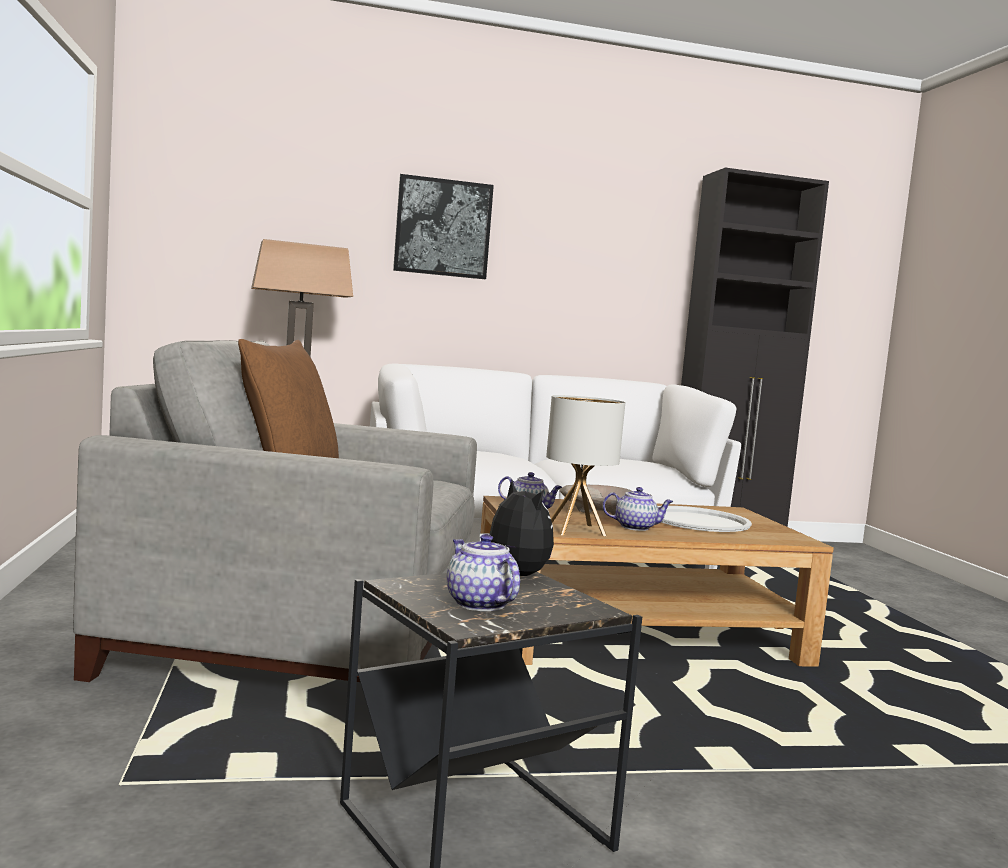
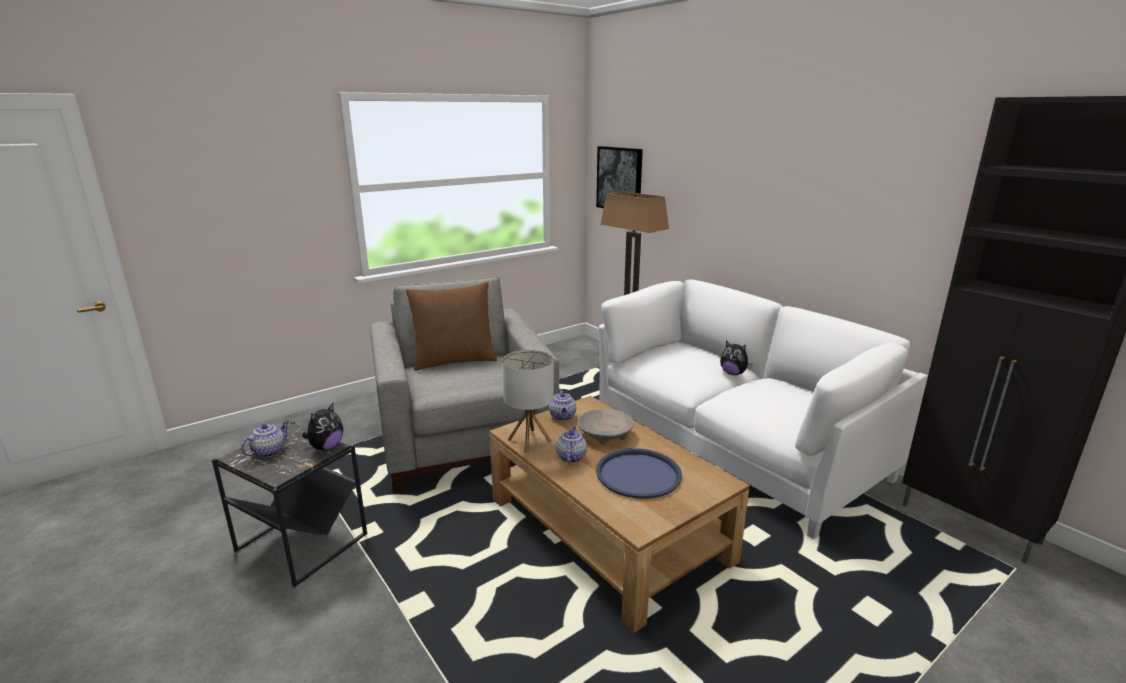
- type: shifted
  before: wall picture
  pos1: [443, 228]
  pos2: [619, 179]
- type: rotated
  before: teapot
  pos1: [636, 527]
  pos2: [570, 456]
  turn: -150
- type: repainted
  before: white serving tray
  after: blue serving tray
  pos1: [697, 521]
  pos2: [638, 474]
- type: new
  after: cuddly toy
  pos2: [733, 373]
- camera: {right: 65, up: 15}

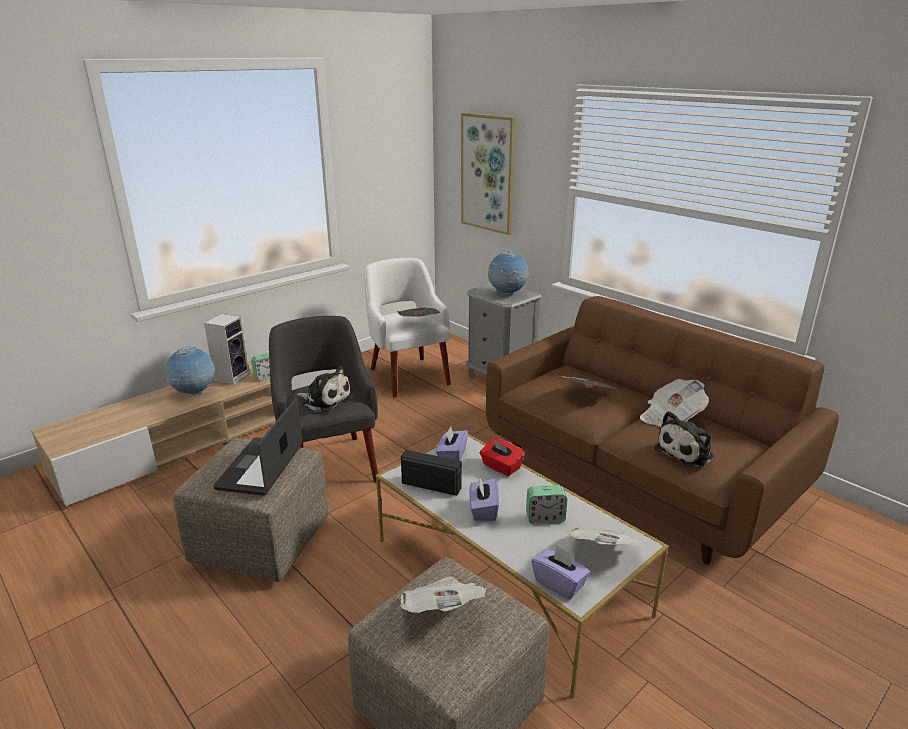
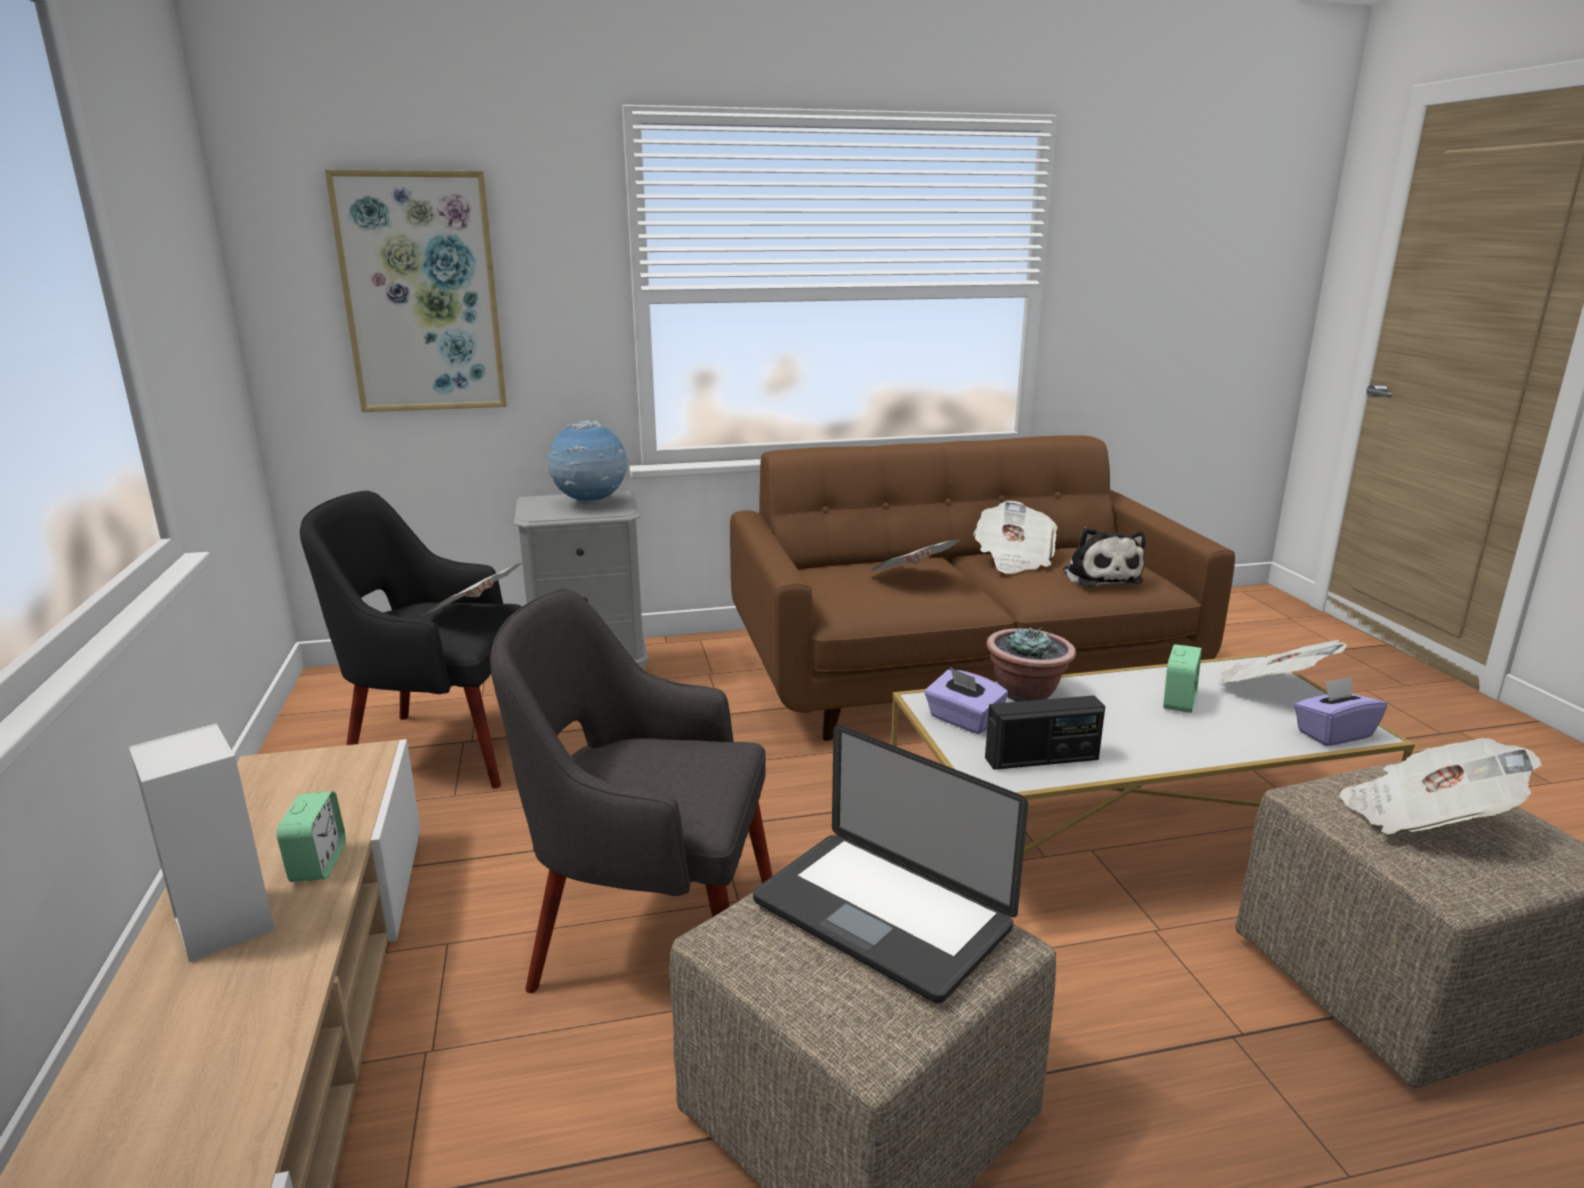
- type: gone
  before: world globe
  pos1: [194, 393]
- type: gone
  before: cuddly toy
  pos1: [325, 400]
- type: repainted
  before: white easy chair
  after: black easy chair
  pos1: [408, 376]
  pos2: [442, 749]
- type: rotated
  before: radio set
  pos1: [431, 485]
  pos2: [1042, 759]
  turn: -150
- type: gone
  before: purplish tissue box
  pos1: [483, 510]
- type: swapped
  before: red-coloured tissue box
  after: houseplant
  pos1: [501, 467]
  pos2: [1026, 694]
- camera: {right: -60, up: -5}

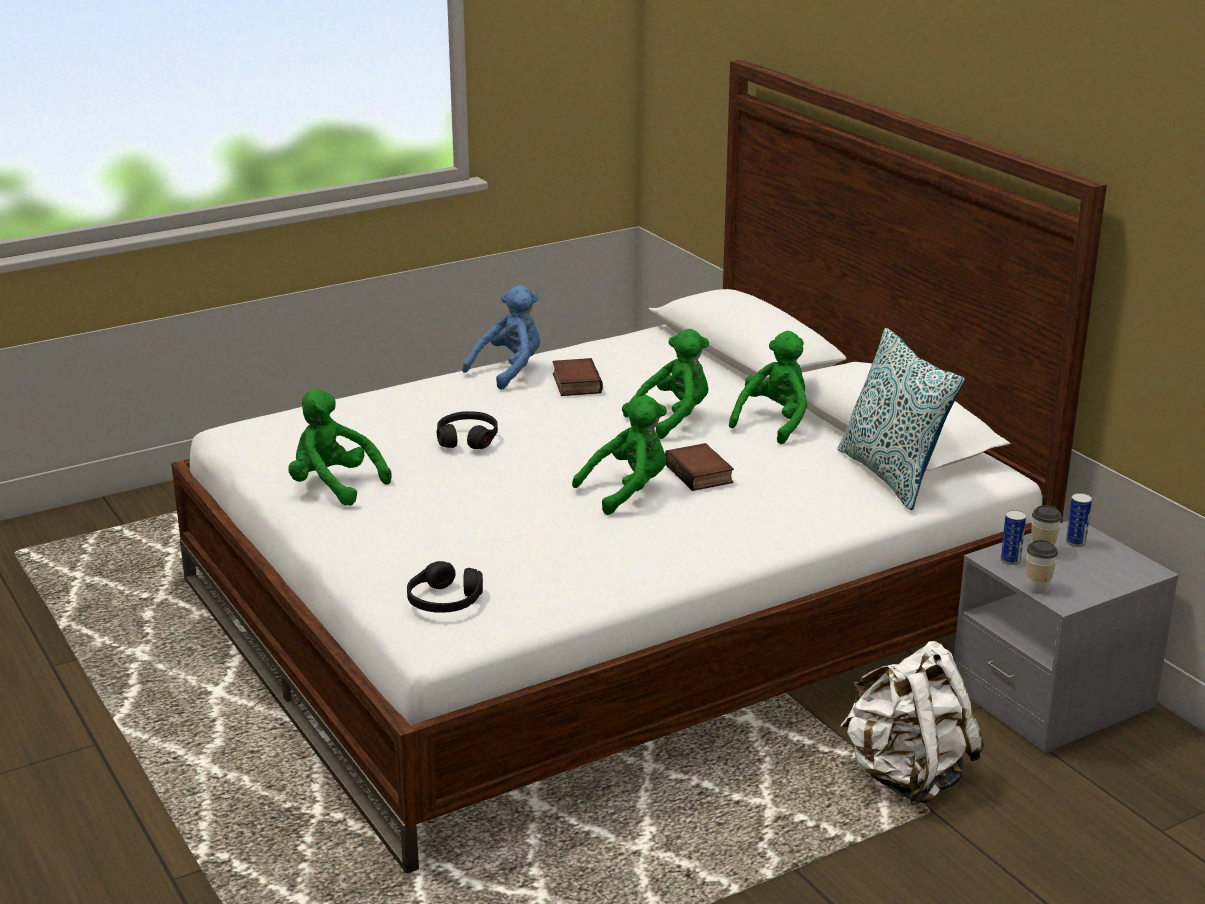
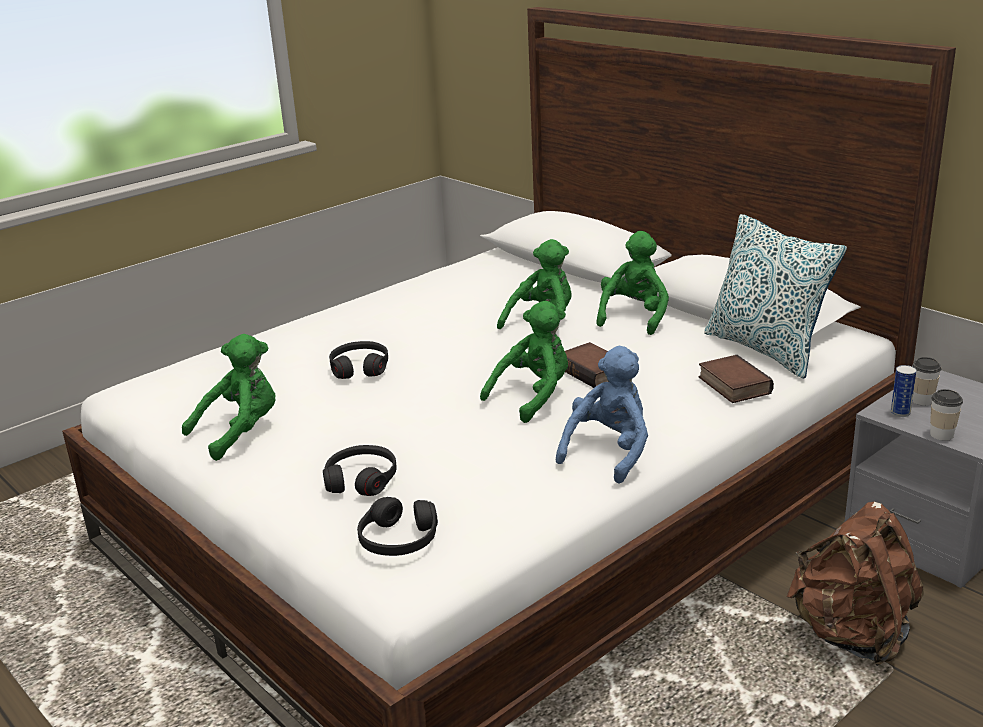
- type: rotated
  before: green-coloured cuddly toy
  pos1: [333, 486]
  pos2: [241, 432]
  turn: 120
- type: shifted
  before: blue cuddly toy
  pos1: [509, 371]
  pos2: [609, 452]
- type: shifted
  before: book
  pos1: [574, 383]
  pos2: [732, 385]
- type: repainted
  before: white backpack
  after: brown backpack
  pos1: [906, 777]
  pos2: [851, 634]
- type: gone
  before: sealed can
  pos1: [1075, 542]
- type: new
  after: black headset
  pos2: [361, 480]
- camera: {right: -10, up: 0}

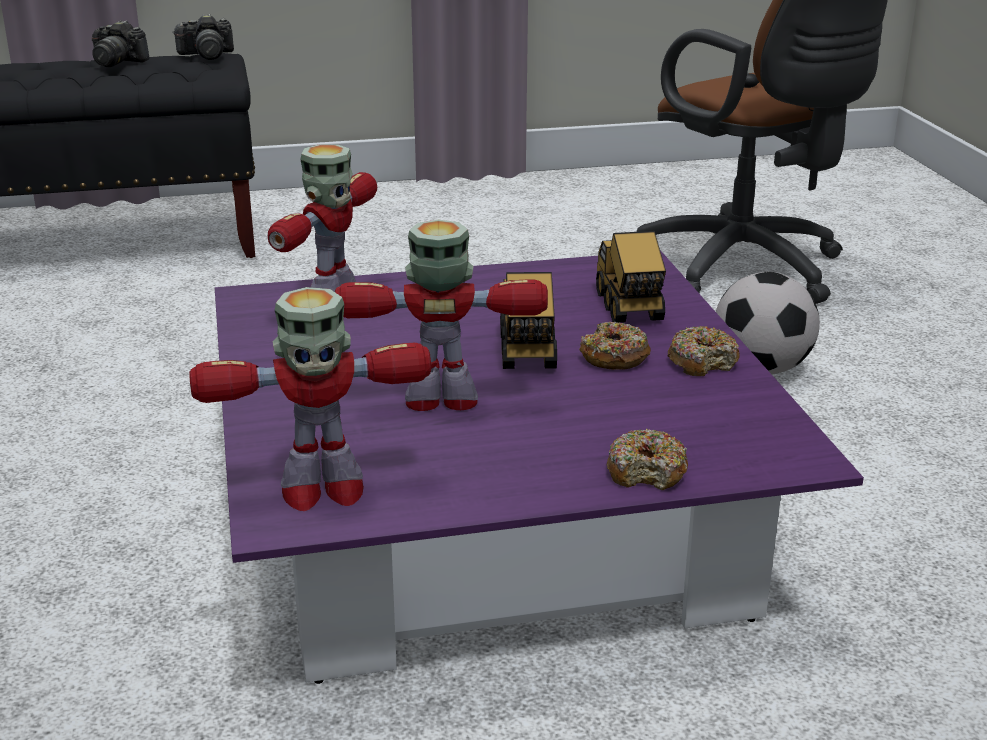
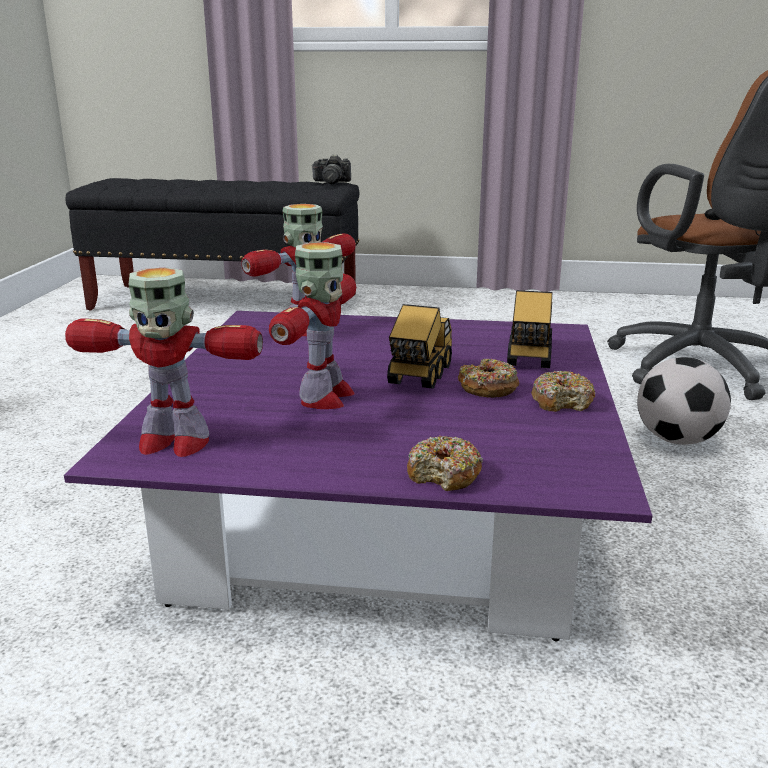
- type: gone
  before: photo camera
  pos1: [117, 62]
- type: rotated
  before: robot figure
  pos1: [443, 400]
  pos2: [324, 398]
  turn: 90
- camera: {right: 20, up: -5}

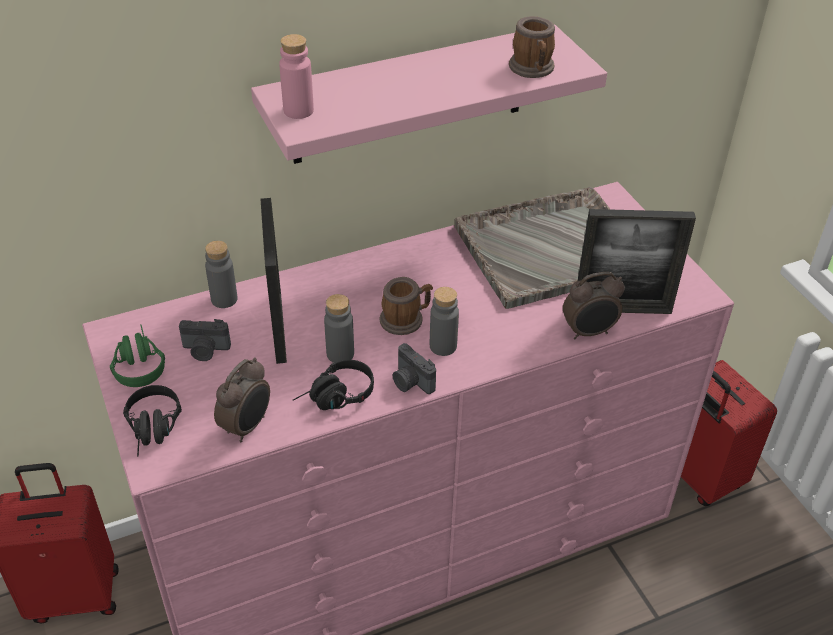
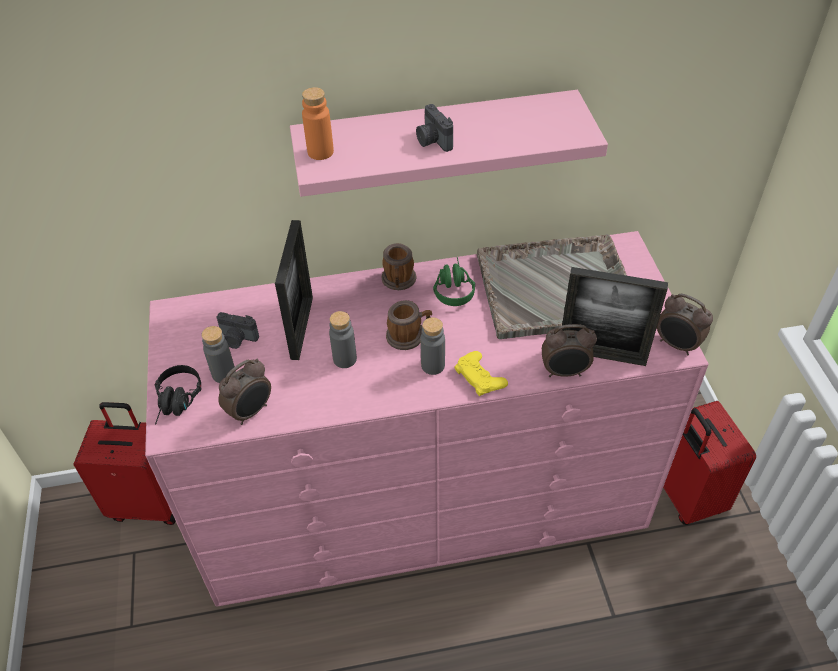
- type: shifted
  before: green-coloured headset
  pos1: [138, 363]
  pos2: [452, 287]
- type: shifted
  before: greyish drink bottle
  pos1: [224, 299]
  pos2: [223, 374]
- type: repainted
  before: pink drink bottle
  after: orangey drink bottle
  pos1: [298, 110]
  pos2: [320, 152]
- type: gone
  before: black headset
  pos1: [335, 398]
- type: shifted
  before: photo camera
  pos1: [410, 382]
  pos2: [432, 141]
- type: shifted
  before: coffee mug
  pos1: [533, 69]
  pos2: [398, 281]
- type: new
  after: yellow game controller
  pos2: [480, 377]
- type: new
  after: alarm clock
  pos2: [676, 345]
- camera: {right: 15, up: 5}

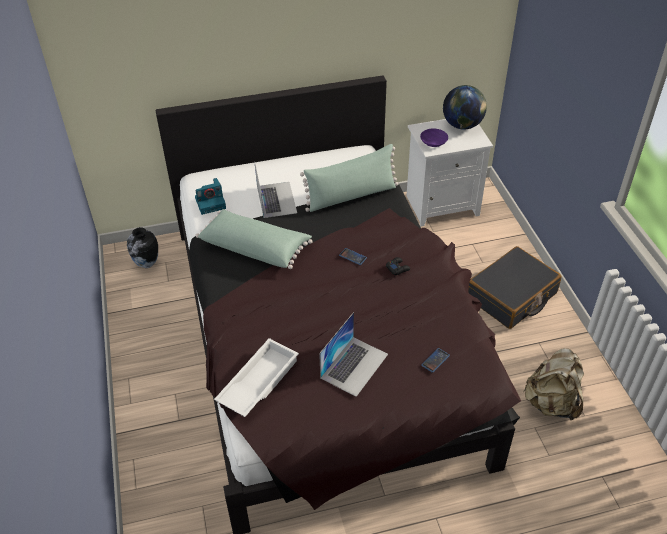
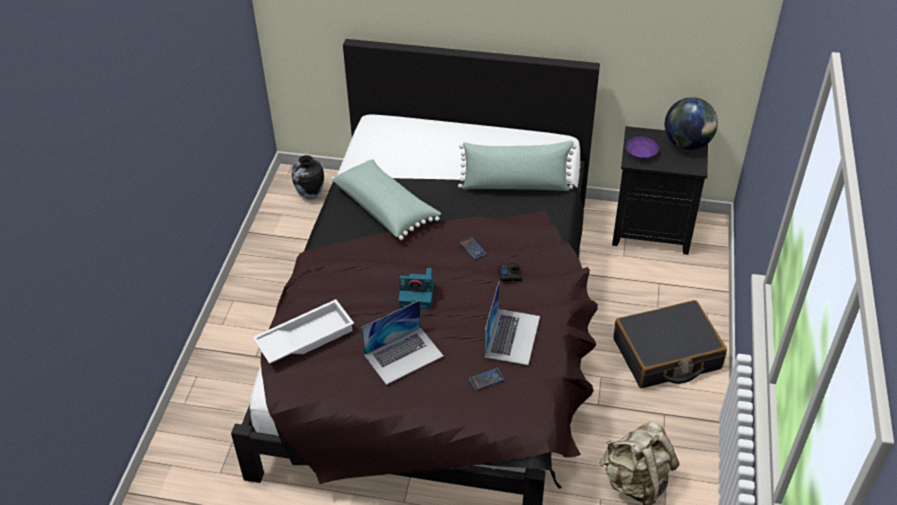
- type: shifted
  before: photo camera
  pos1: [211, 202]
  pos2: [417, 294]
- type: shifted
  before: portable computer
  pos1: [276, 199]
  pos2: [512, 336]
- type: repainted
  before: white bedside table
  after: black bedside table
  pos1: [442, 204]
  pos2: [652, 229]
- camera: {right: 25, up: 0}

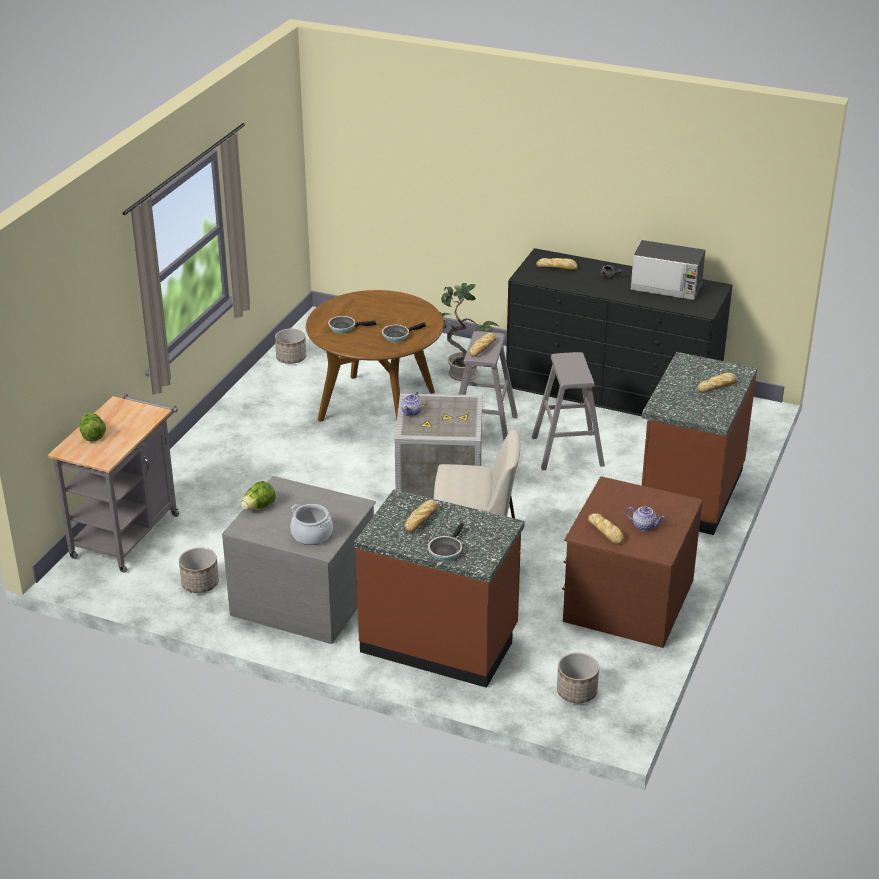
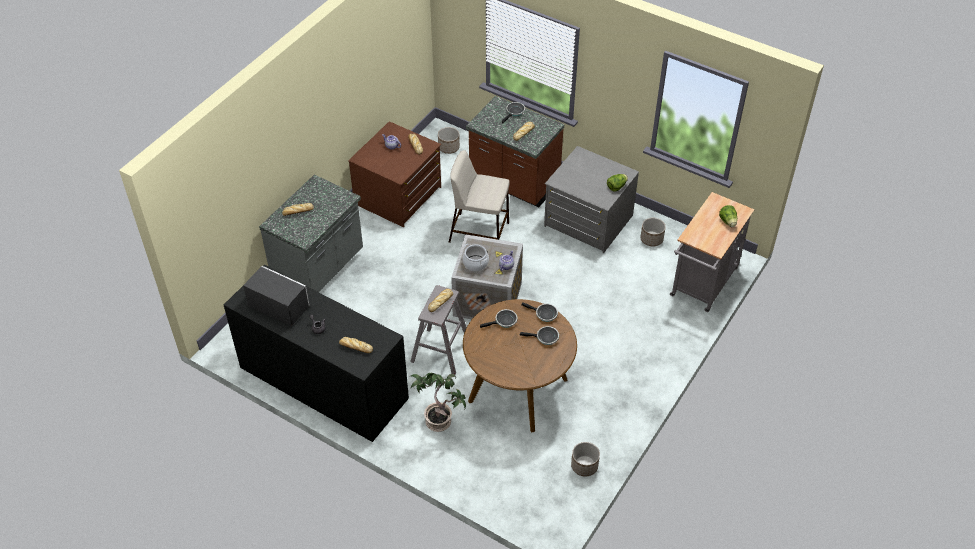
- type: shifted
  before: stockpot
  pos1: [312, 535]
  pos2: [475, 263]
- type: gone
  before: greyish stool seat
  pos1: [567, 451]
- type: repainted
  before: brown counter
  after: greyish counter
  pos1: [689, 492]
  pos2: [320, 269]
- type: new
  after: skillet
  pos2: [544, 314]
- camera: {right: -170, up: 15}

